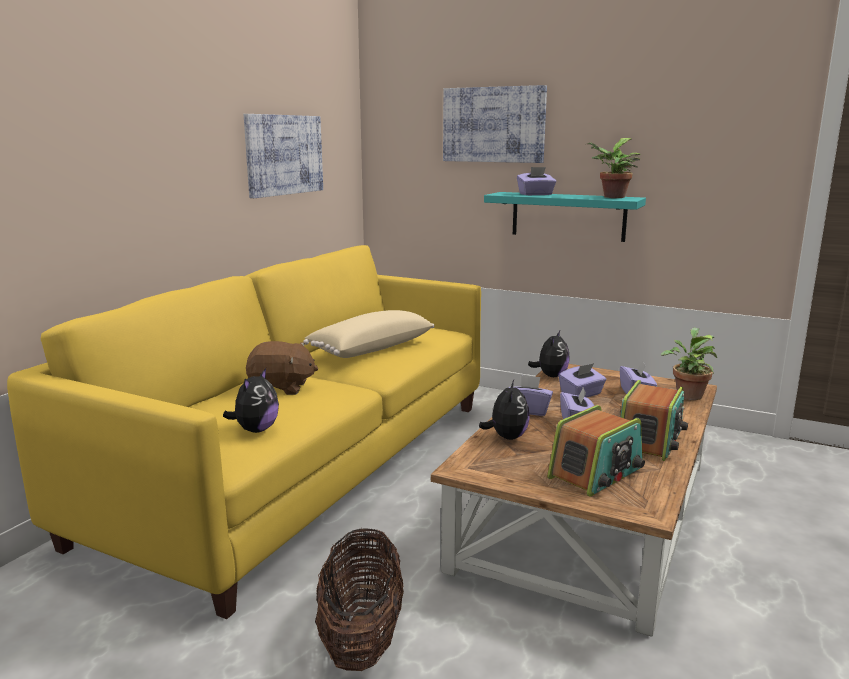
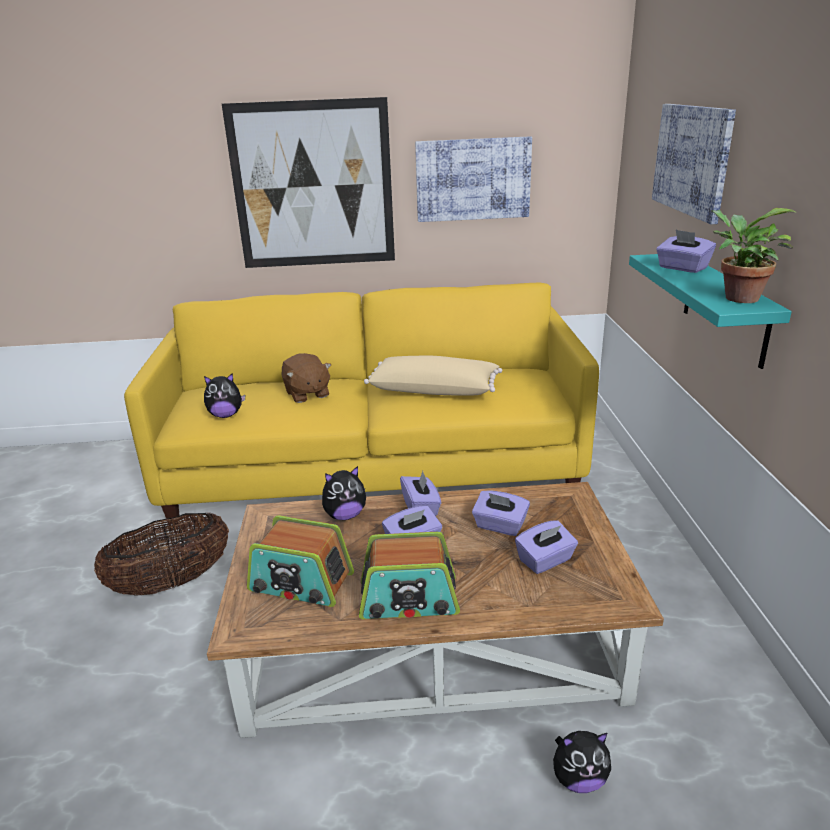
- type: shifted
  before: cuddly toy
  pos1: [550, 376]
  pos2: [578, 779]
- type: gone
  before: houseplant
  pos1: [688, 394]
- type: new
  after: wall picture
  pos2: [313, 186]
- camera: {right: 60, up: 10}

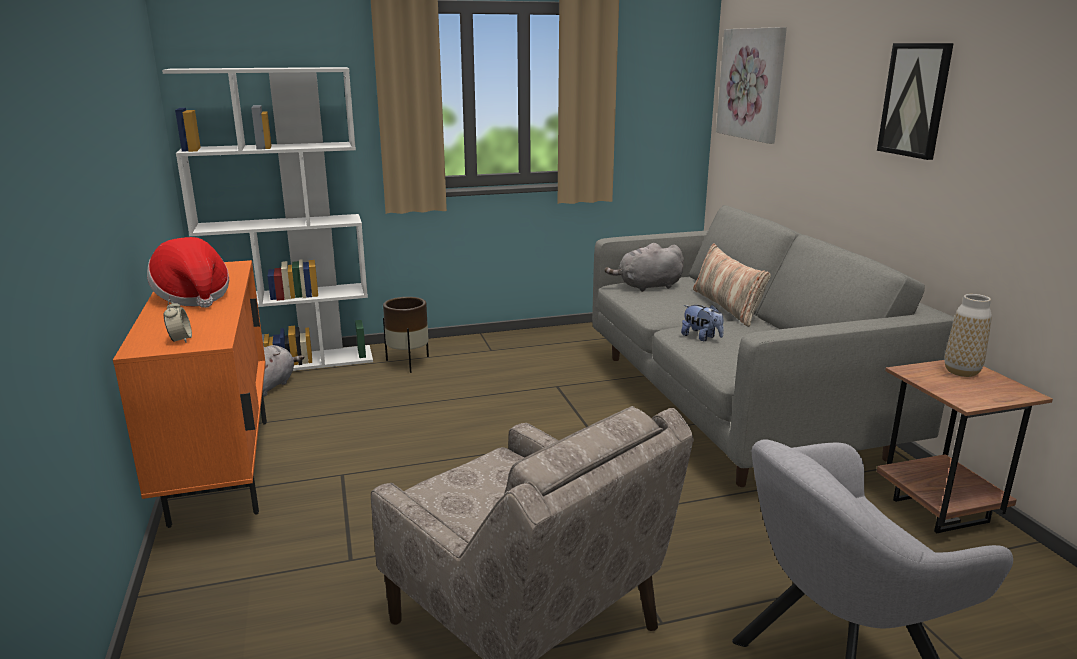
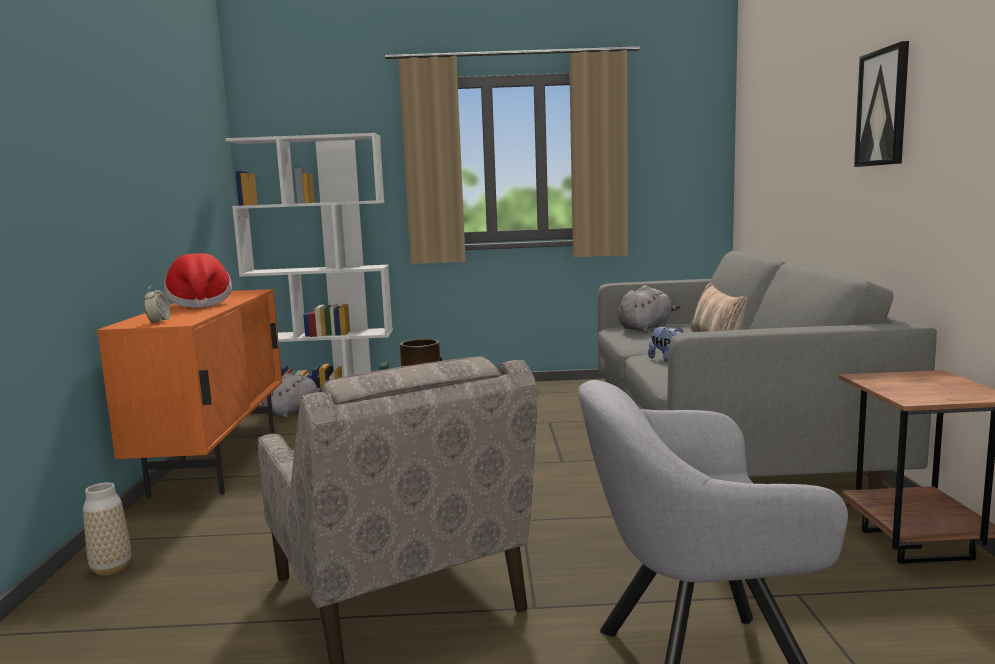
- type: rotated
  before: greyish cuddly toy
  pos1: [647, 287]
  pos2: [646, 328]
  turn: 135
- type: gone
  before: wall picture
  pos1: [752, 84]
- type: shifted
  before: vase
  pos1: [961, 372]
  pos2: [111, 568]
- camera: {right: 15, up: -10}

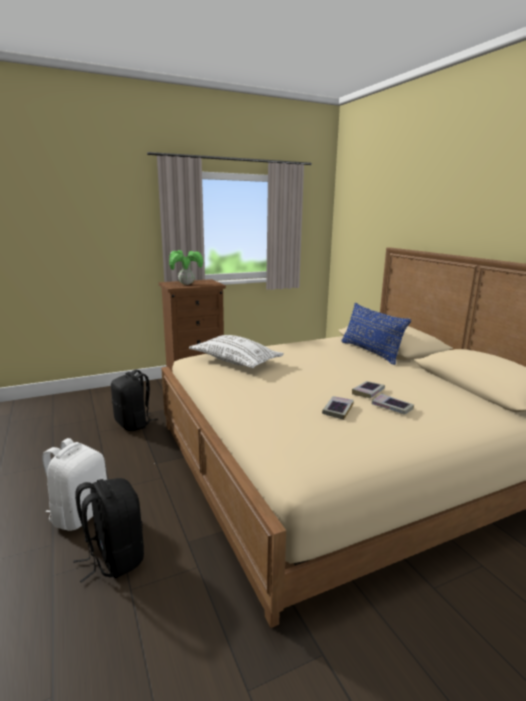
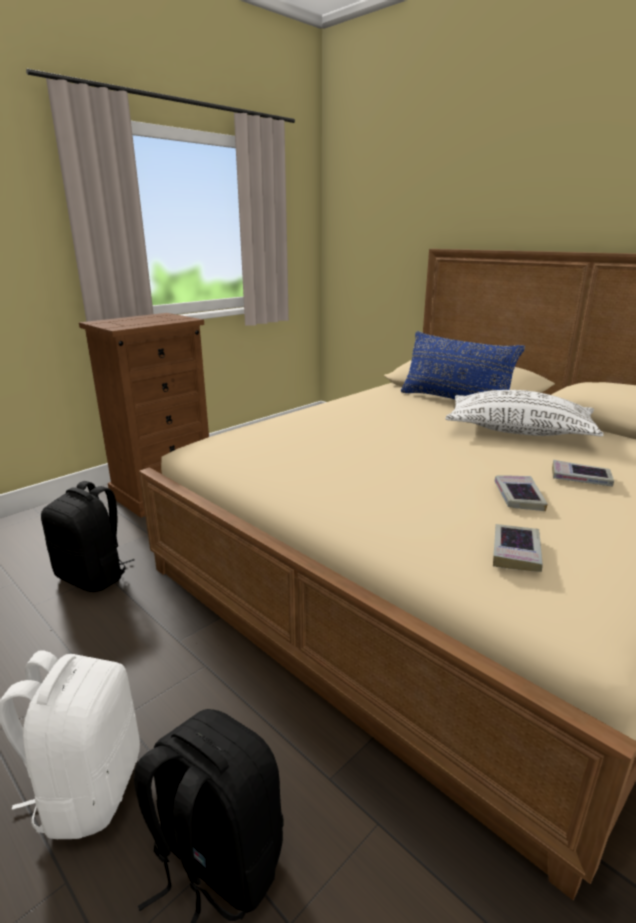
- type: gone
  before: houseplant
  pos1: [186, 284]
- type: shifted
  before: white cushion
  pos1: [235, 361]
  pos2: [518, 431]
- type: shifted
  before: book
  pos1: [368, 392]
  pos2: [516, 552]
- camera: {right: -20, up: 5}

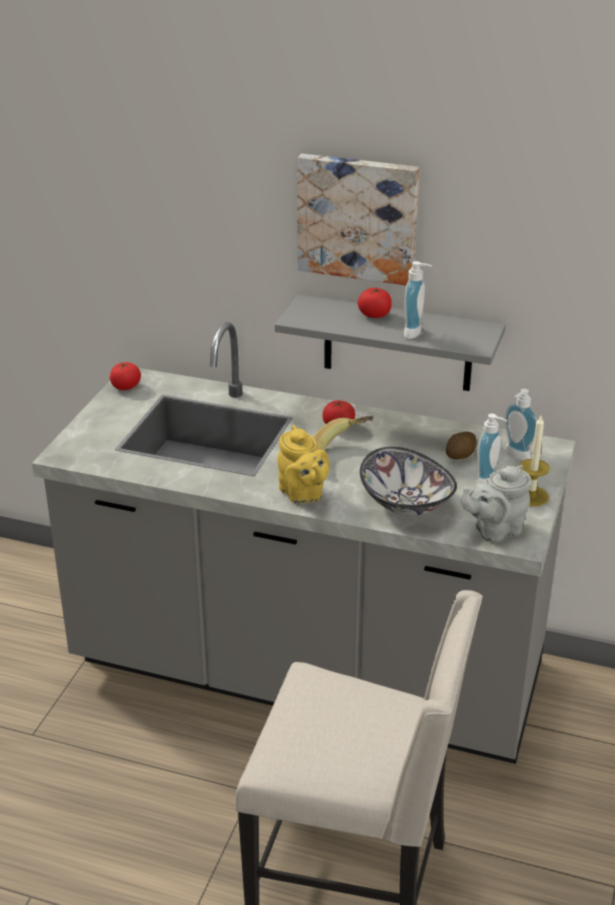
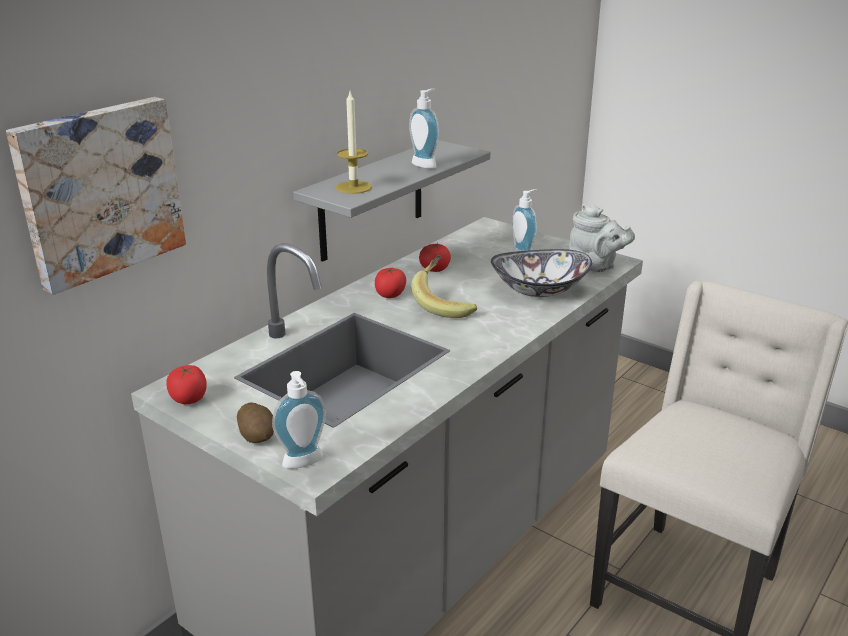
- type: gone
  before: yellow teapot
  pos1: [302, 495]
- type: shifted
  before: wall picture
  pos1: [358, 217]
  pos2: [99, 191]
- type: shifted
  before: whole tomato
  pos1: [374, 315]
  pos2: [435, 269]
- type: shifted
  before: whole potato
  pos1: [460, 456]
  pos2: [258, 436]
- type: rotated
  before: greyish teapot
  pos1: [494, 530]
  pos2: [595, 266]
  turn: -45
- type: shifted
  before: liquid soap bottle
  pos1: [515, 456]
  pos2: [304, 463]
- type: shifted
  before: wax light
  pos1: [531, 496]
  pos2: [353, 187]
- camera: {right: -70, up: -5}

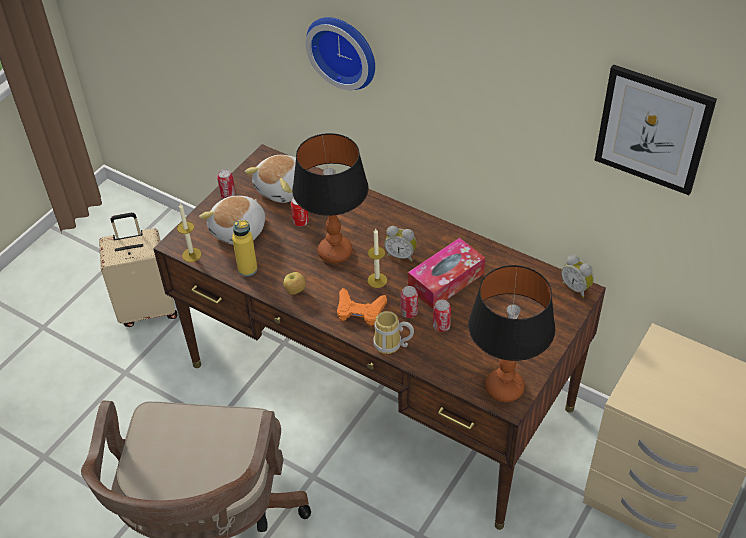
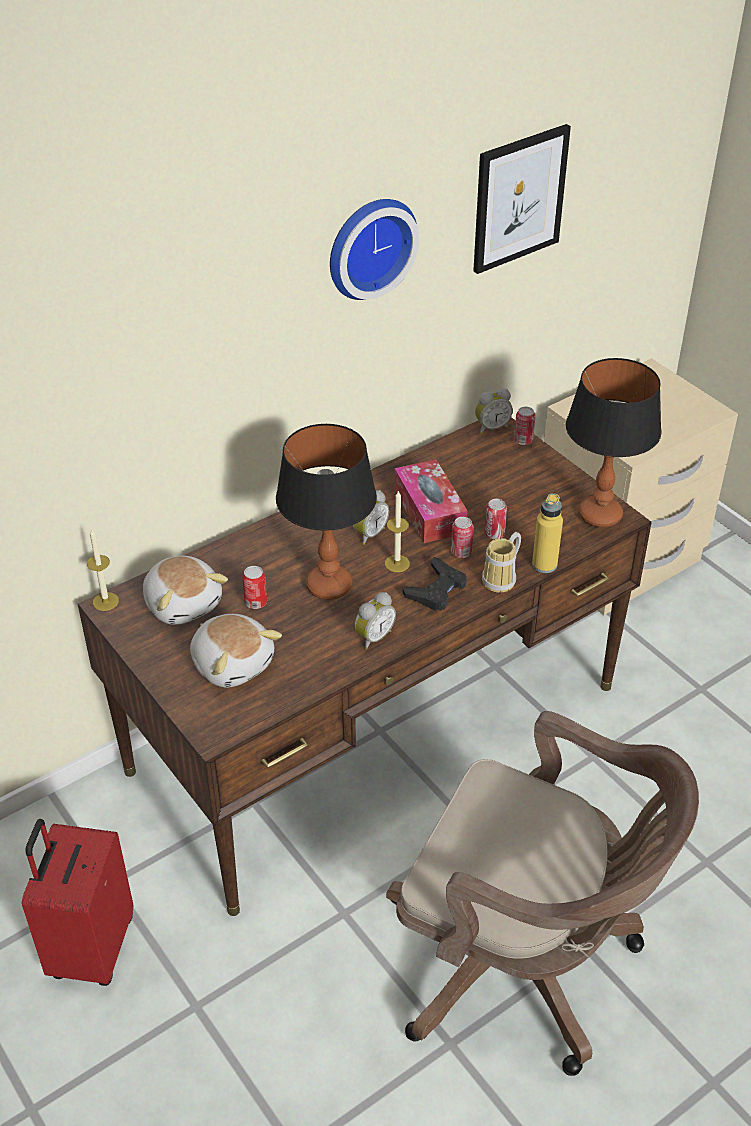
- type: repainted
  before: beige-coloured suitcase
  after: red-coloured suitcase
  pos1: [148, 309]
  pos2: [90, 948]
- type: shifted
  before: wax light
  pos1: [191, 255]
  pos2: [105, 601]
- type: shifted
  before: sealed can
  pos1: [228, 195]
  pos2: [523, 440]
- type: shifted
  before: yellow drink bottle
  pos1: [247, 269]
  pos2: [544, 565]
- type: swapped
  before: whole apple
  after: alarm clock
  pos1: [295, 291]
  pos2: [373, 637]
- type: shifted
  before: hanging clock
  pos1: [344, 50]
  pos2: [368, 246]
- type: repainted
  before: orangey game controller
  after: black game controller
  pos1: [360, 310]
  pos2: [436, 590]
- camera: {right: -70, up: -5}

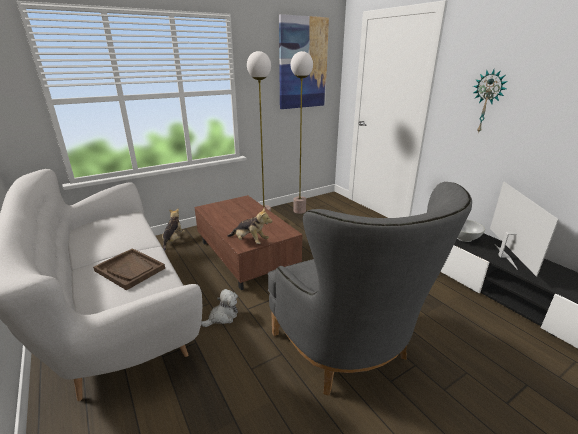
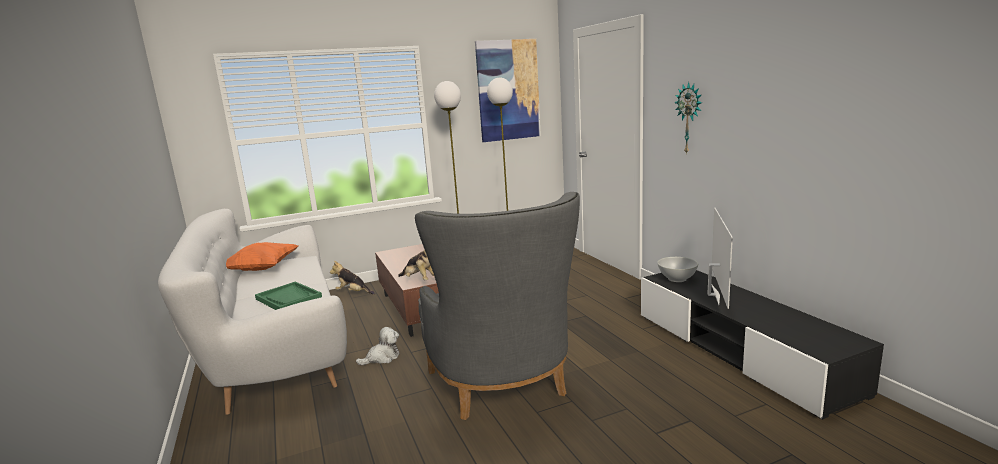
- type: repainted
  before: brown serving tray
  after: green-coloured serving tray
  pos1: [130, 269]
  pos2: [289, 298]
- type: rotated
  before: cuddly toy
  pos1: [173, 240]
  pos2: [353, 293]
  turn: -90
- type: new
  after: orangey cushion
  pos2: [261, 269]
- camera: {right: 10, up: -10}

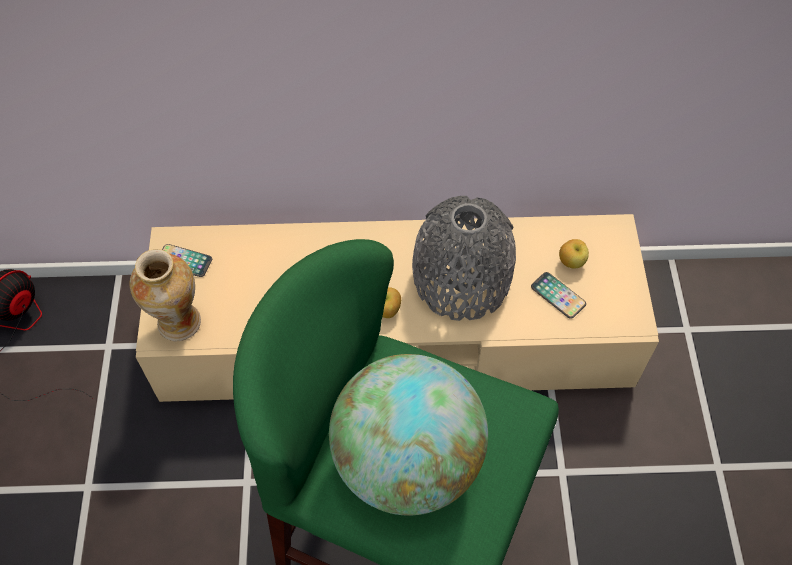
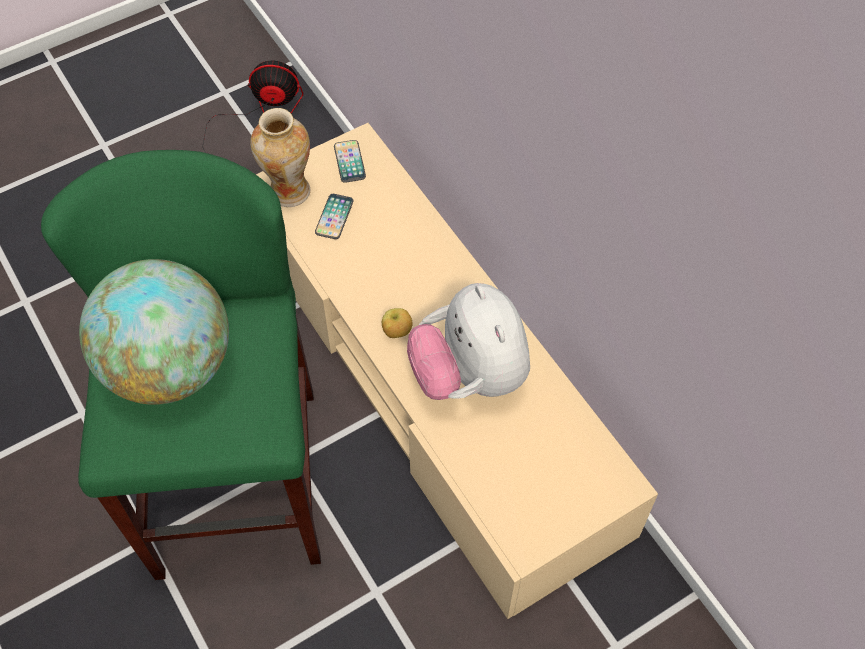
- type: swapped
  before: greyish vase
  after: cuddly toy
  pos1: [461, 280]
  pos2: [469, 375]
- type: shifted
  before: handset
  pos1: [558, 296]
  pos2: [334, 217]
- type: gone
  before: whole apple
  pos1: [571, 262]
- camera: {right: 60, up: 0}

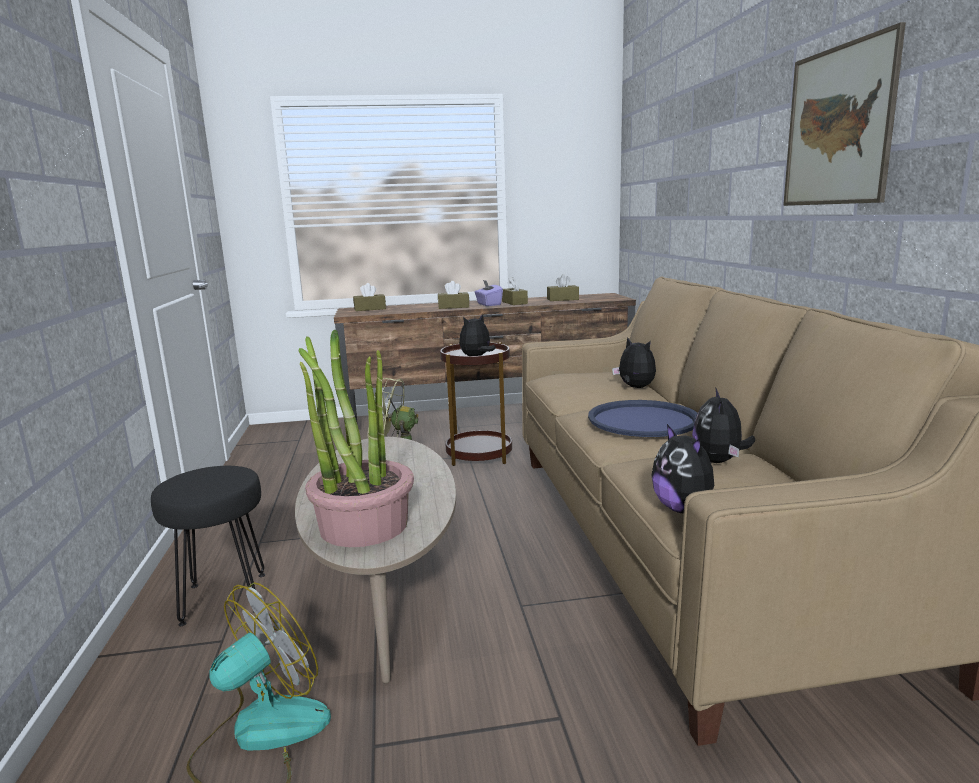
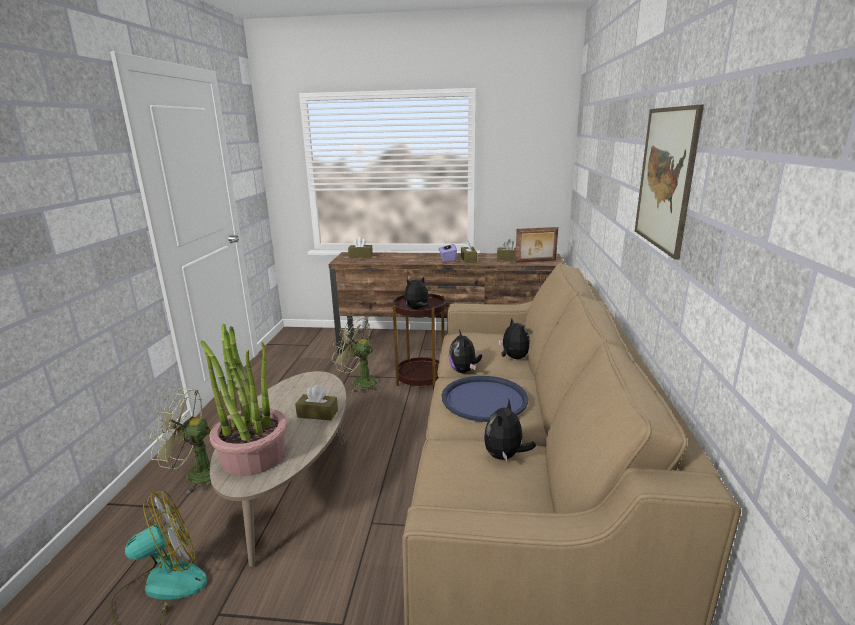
- type: swapped
  before: black stool seat
  after: green-coloured electric fan
  pos1: [225, 598]
  pos2: [195, 474]
- type: shifted
  before: brown tissue box
  pos1: [453, 307]
  pos2: [317, 414]
- type: shifted
  before: cuddly toy
  pos1: [684, 509]
  pos2: [464, 371]
- type: new
  after: photo frame
  pos2: [536, 261]
- camera: {right: 15, up: 5}

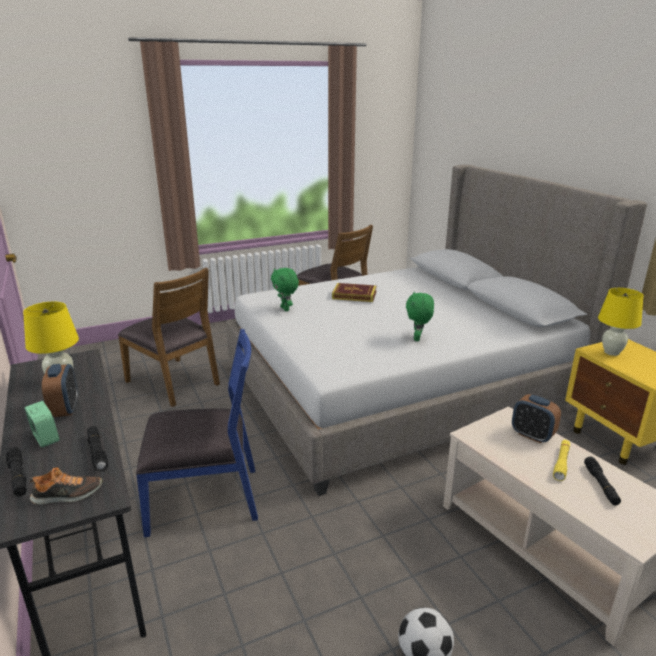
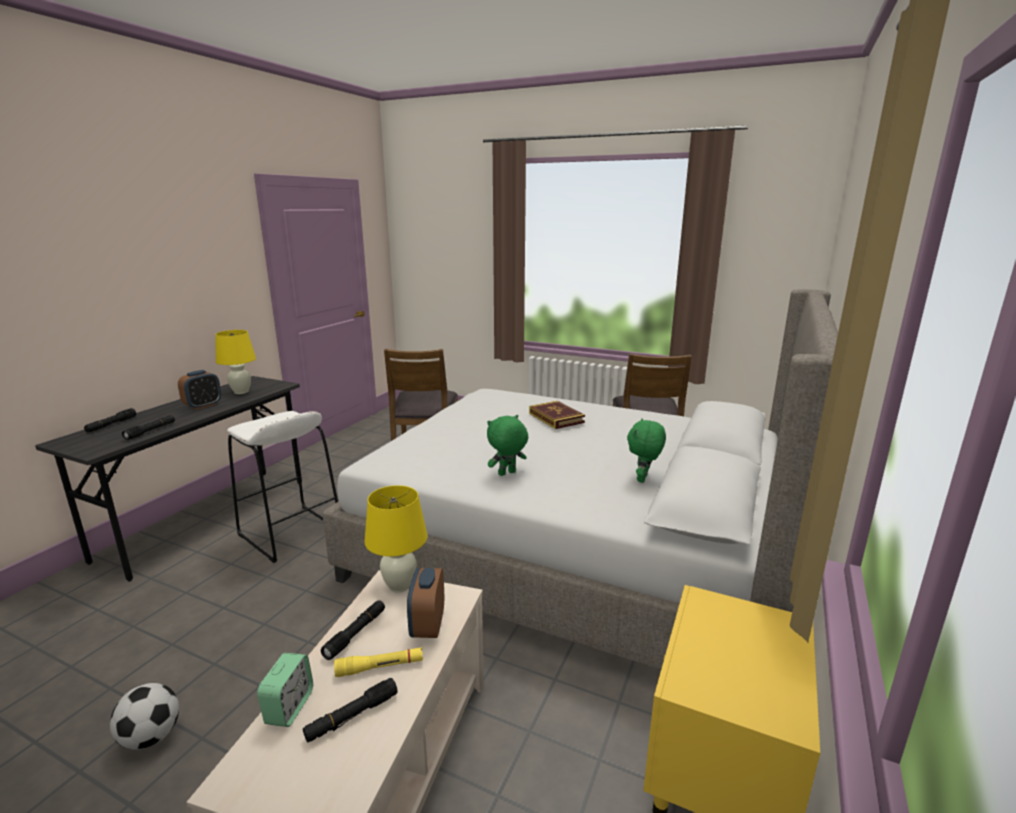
- type: shifted
  before: alarm clock
  pos1: [45, 438]
  pos2: [289, 707]
- type: gone
  before: item of footwear
  pos1: [67, 495]
- type: swapped
  before: blue chair
  after: white stool seat
  pos1: [205, 498]
  pos2: [290, 533]
- type: shifted
  before: green-coloured cuddly toy
  pos1: [285, 309]
  pos2: [643, 479]
- type: shifted
  before: yellow tabletop lamp
  pos1: [611, 352]
  pos2: [399, 585]
- type: new
  after: black flashlight
  pos2: [355, 634]
- camera: {right: 50, up: -5}

